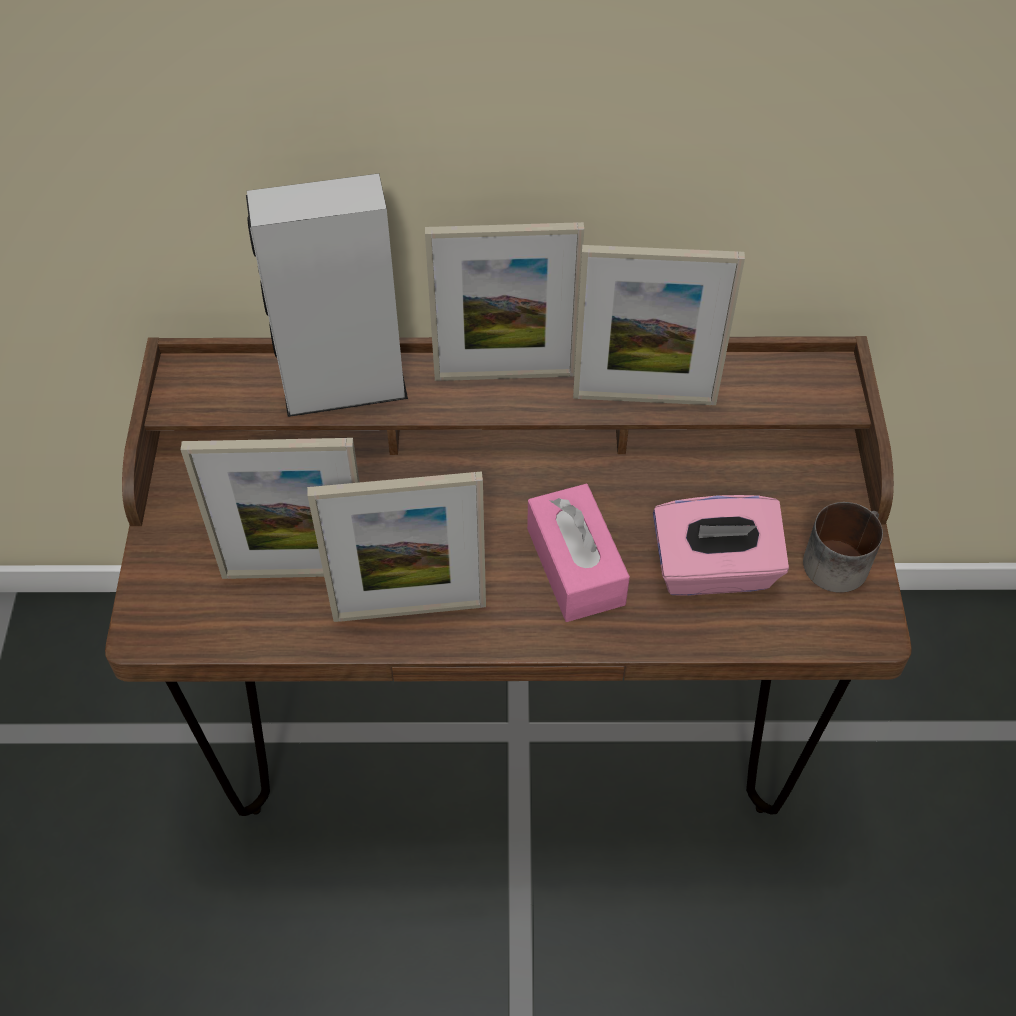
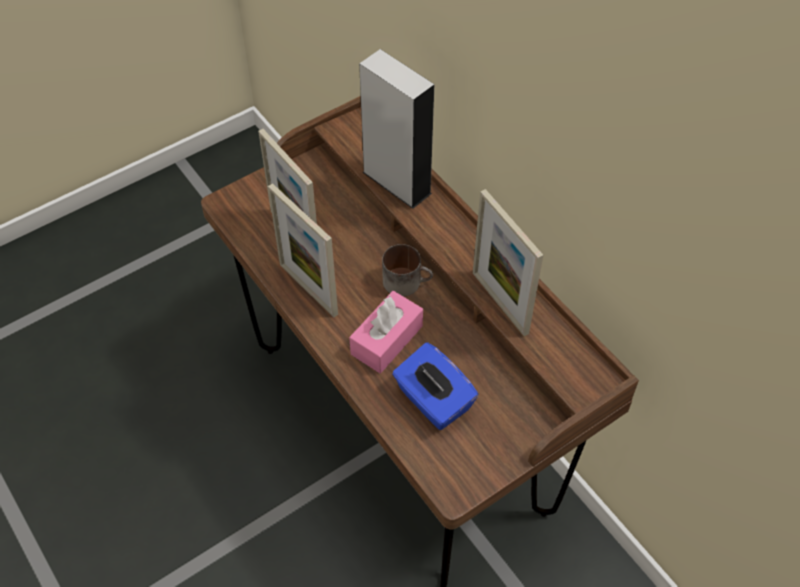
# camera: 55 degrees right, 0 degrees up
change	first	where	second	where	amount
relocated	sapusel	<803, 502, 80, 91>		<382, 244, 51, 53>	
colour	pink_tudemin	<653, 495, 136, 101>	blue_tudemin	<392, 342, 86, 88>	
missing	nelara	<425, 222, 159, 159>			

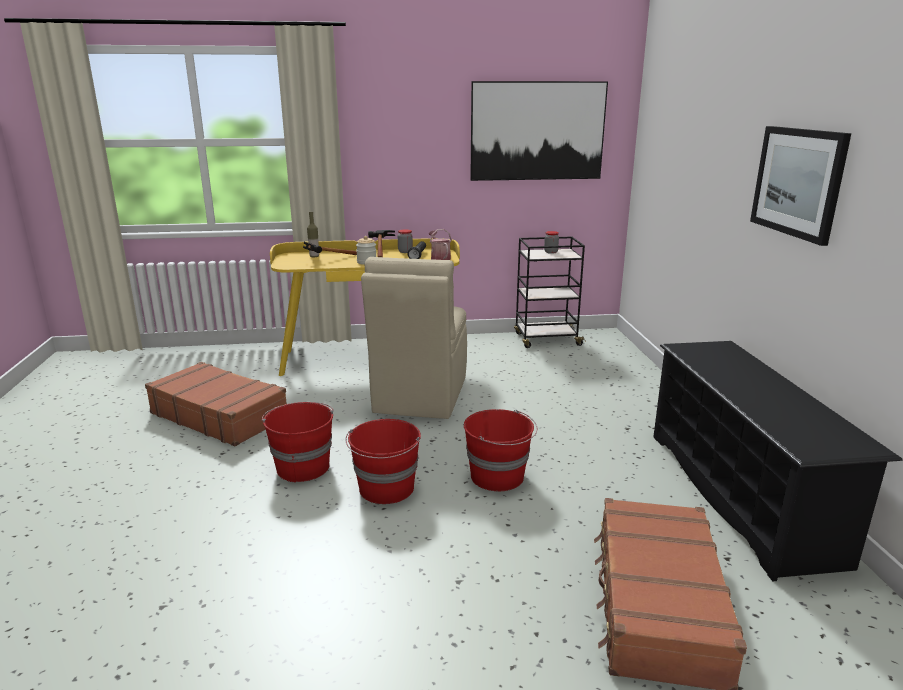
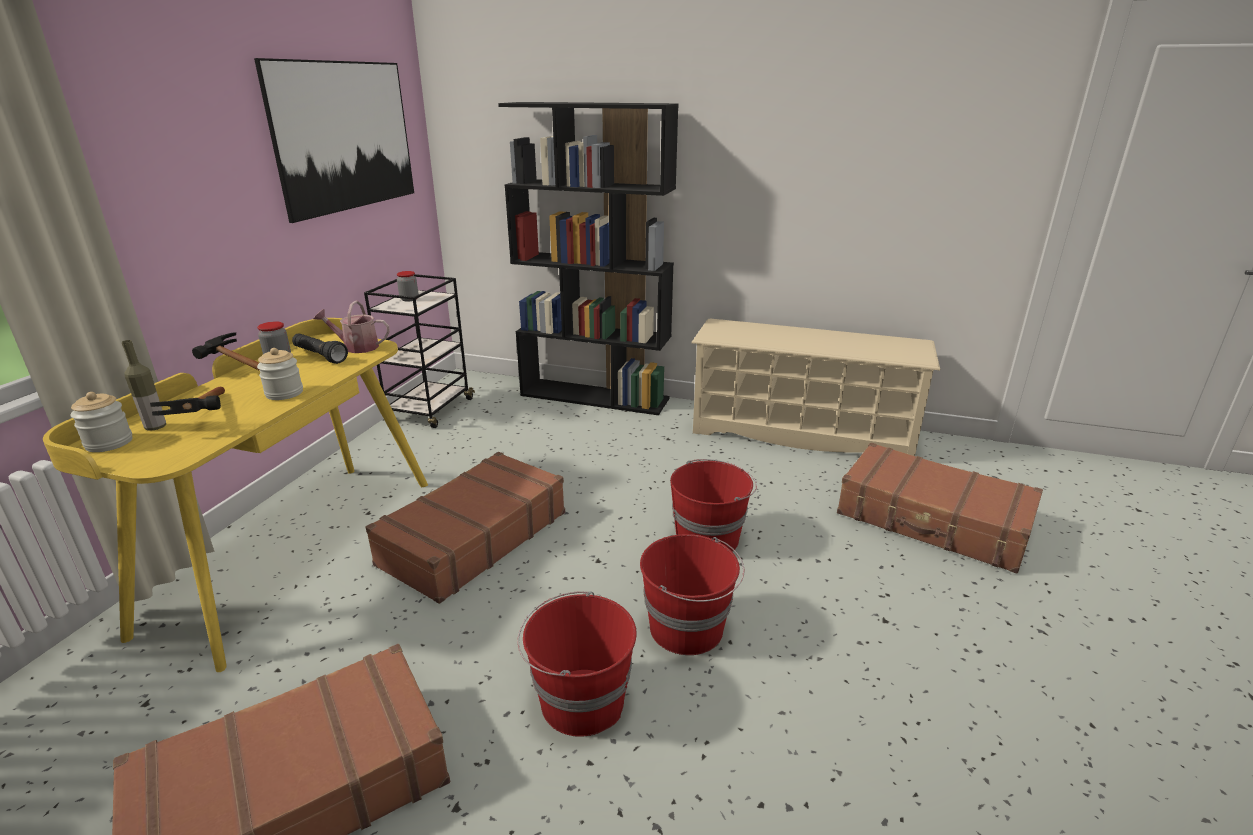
# camera: 65 degrees left, 5 degrees up
change	first	where	second	where	amount
appeared			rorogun	<70, 392, 63, 60>	
exchanged	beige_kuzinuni	<361, 257, 106, 162>	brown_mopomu	<365, 452, 200, 152>	
appeared			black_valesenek	<498, 102, 181, 313>	
colour	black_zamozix	<653, 341, 250, 240>	beige_zamozix	<691, 318, 249, 138>	
missing	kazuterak	<750, 126, 101, 120>			

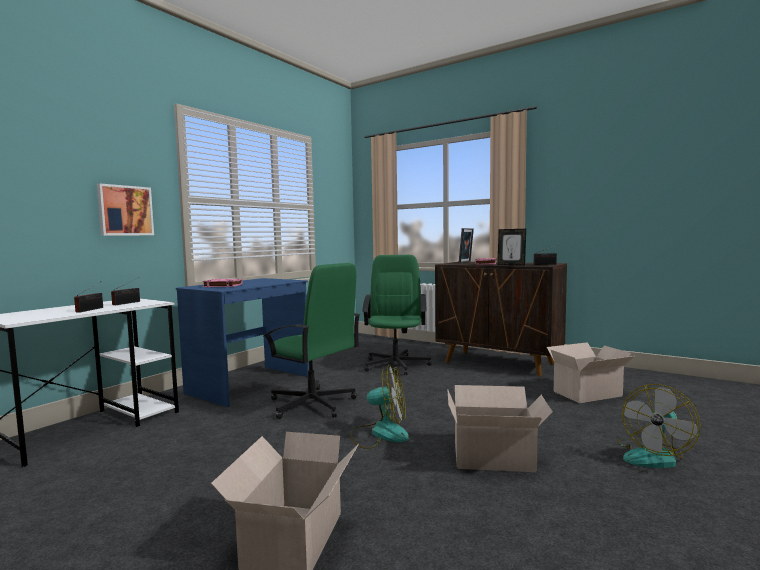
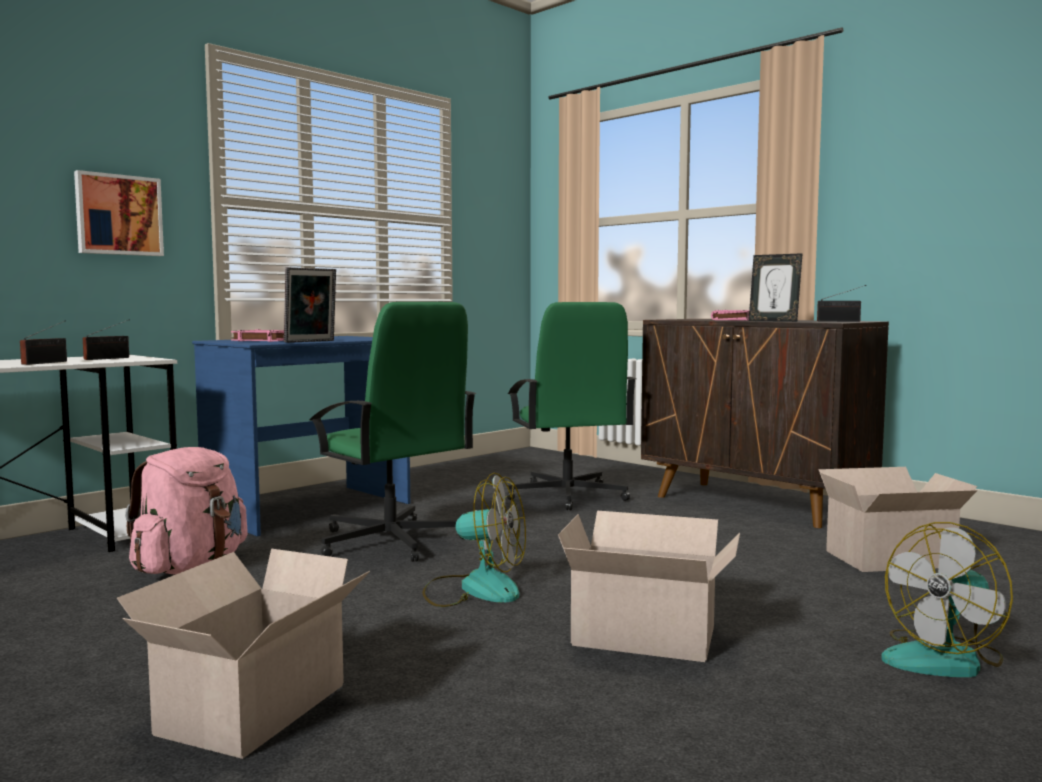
# camera: 10 degrees right, 0 degrees up
change	first	where	second	where	amount
appeared			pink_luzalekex	<125, 447, 123, 127>	
relocated	nelara	<459, 228, 15, 35>		<284, 267, 52, 76>	
spun	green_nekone	<362, 255, 70, 120>		<507, 302, 129, 209>	150 degrees clockwise

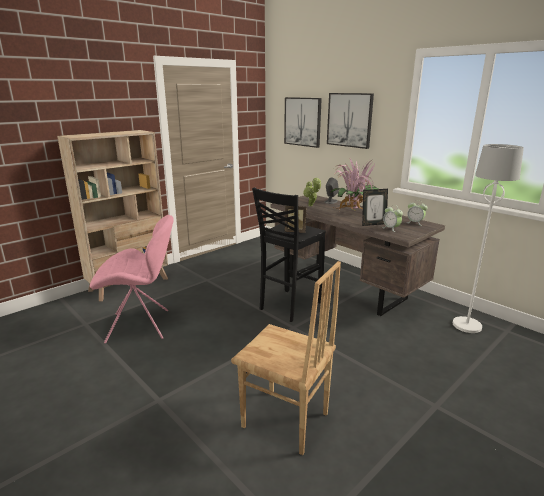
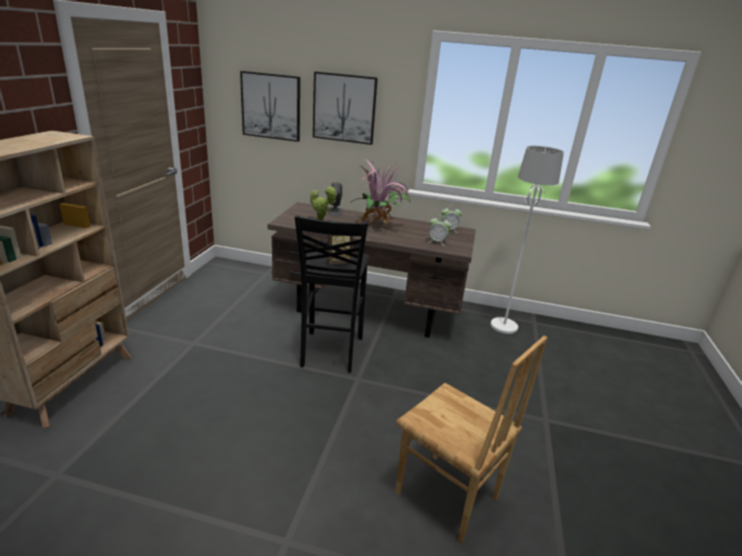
# camera: 35 degrees left, 5 degrees up
change	first	where	second	where	amount
spun	brown_kuzinuni	<231, 261, 110, 194>		<395, 335, 153, 209>	45 degrees clockwise
missing	pink_kuzinuni	<90, 215, 84, 128>			
missing	nelara	<362, 189, 26, 37>			

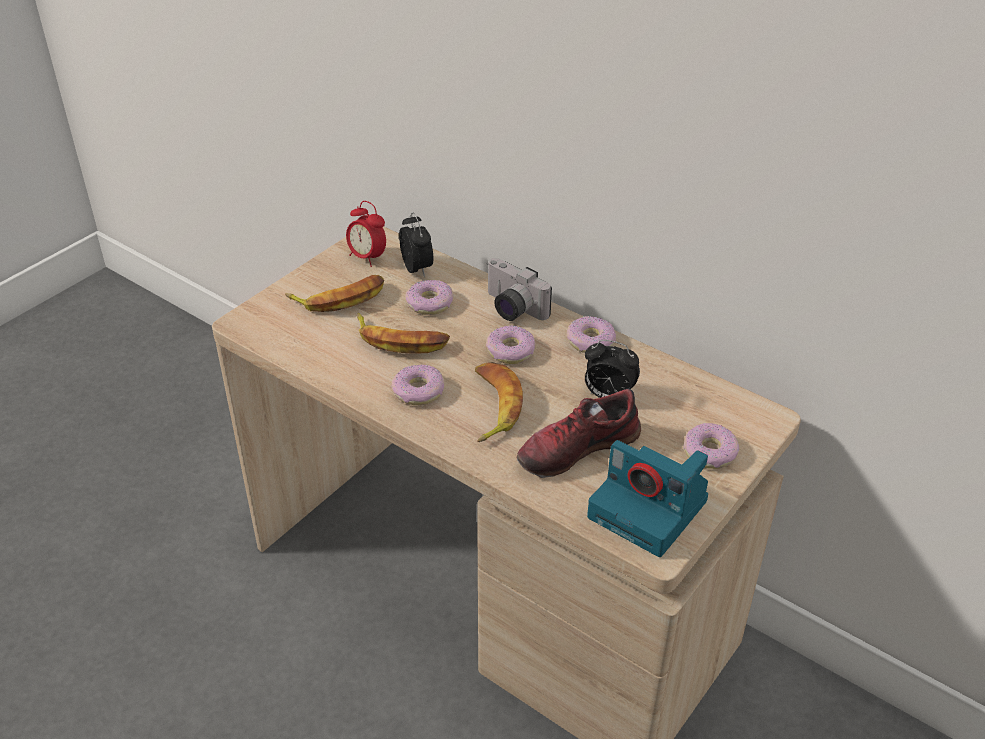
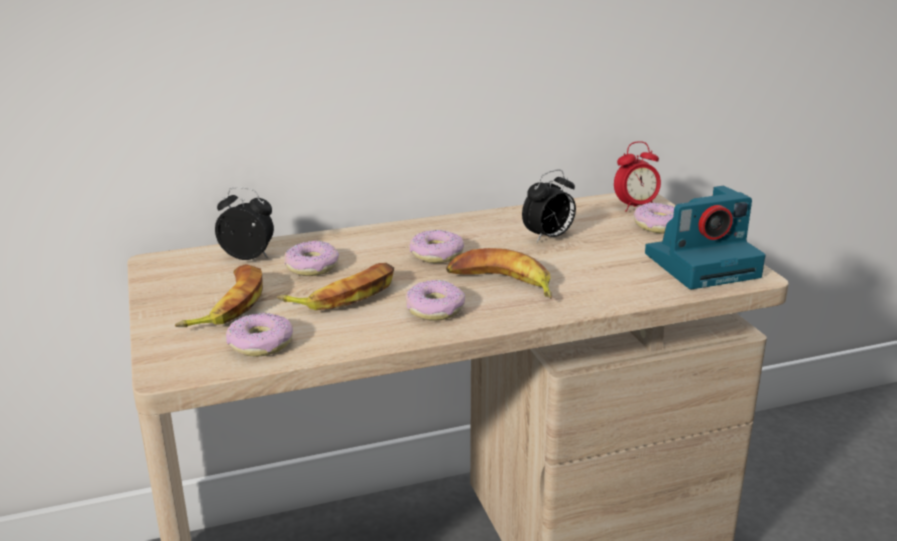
# camera: 55 degrees left, 15 degrees down
change	first	where	second	where	amount
relocated	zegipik	<567, 316, 49, 37>		<226, 312, 67, 45>	
relocated	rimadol	<346, 201, 40, 66>		<614, 141, 47, 71>	
missing	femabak	<487, 258, 65, 63>			
missing	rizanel	<517, 389, 124, 89>			

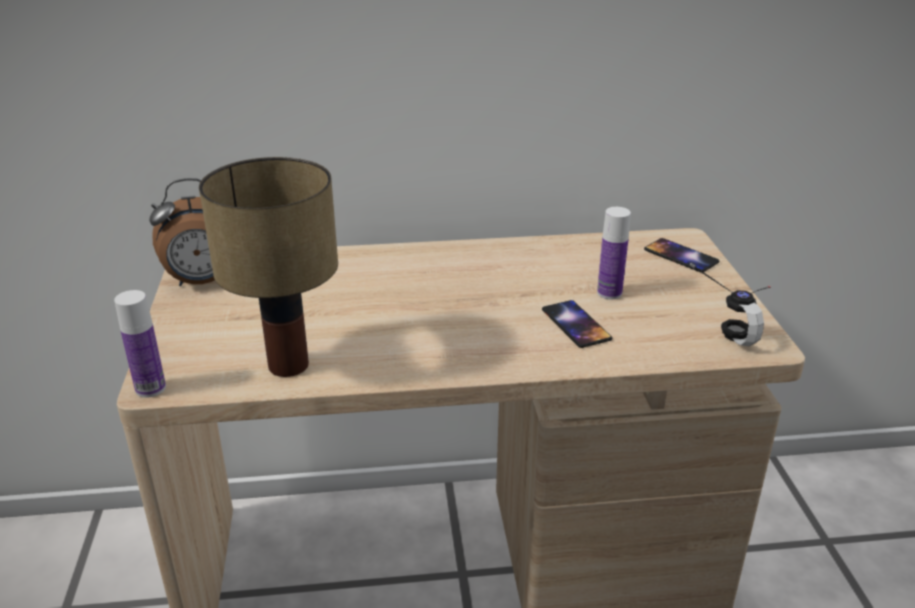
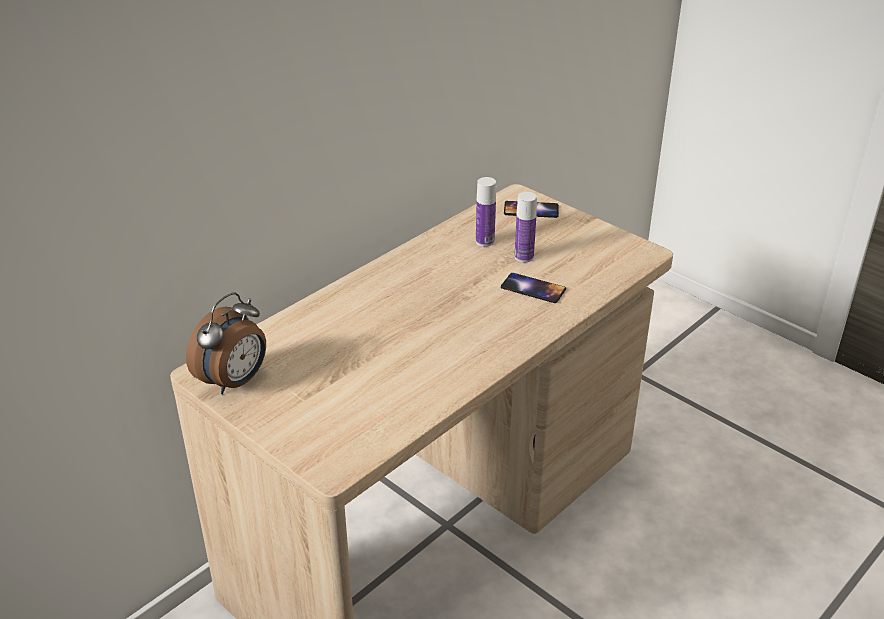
# camera: 40 degrees left, 5 degrees up
change	first	where	second	where	amount
relocated	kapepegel	<114, 290, 52, 108>		<476, 177, 20, 70>	
missing	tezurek	<199, 157, 139, 220>			
missing	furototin	<690, 263, 81, 83>			

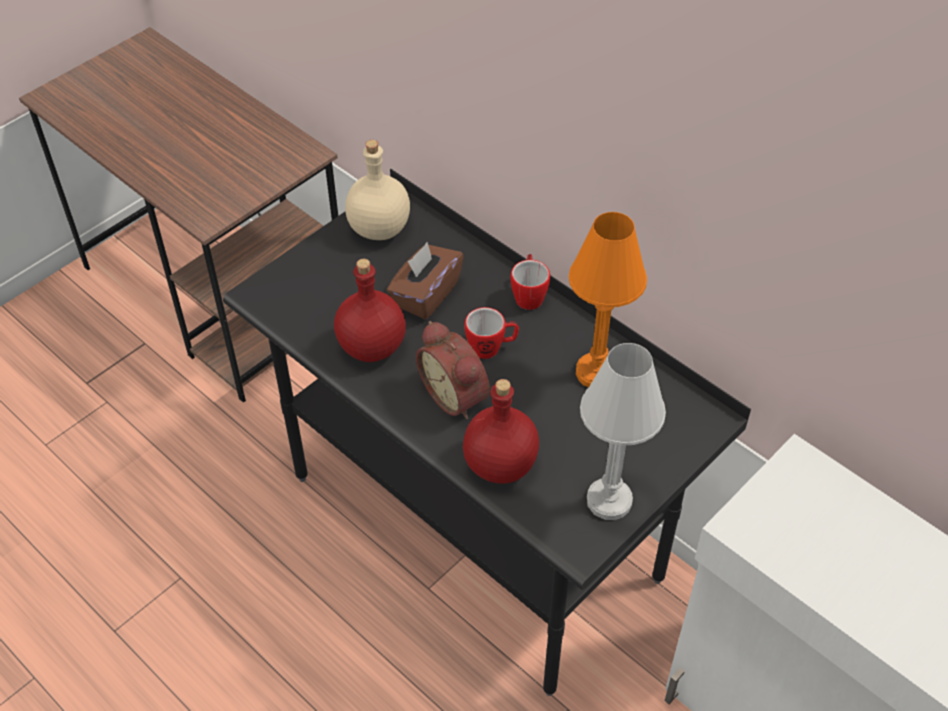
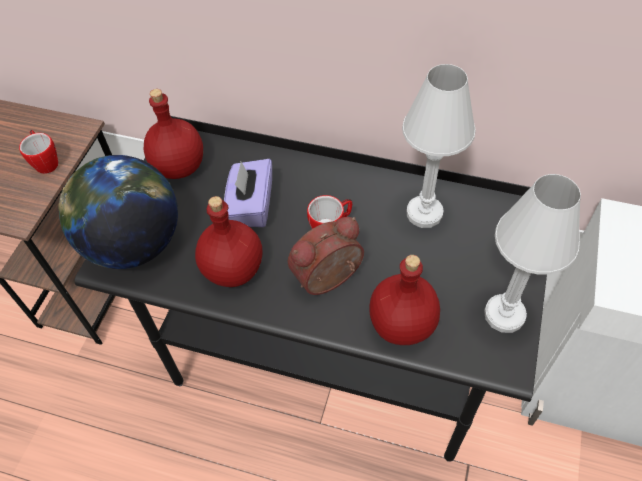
# camera: 25 degrees left, 5 degrees up
change	first	where	second	where	amount
relocated	sapusel	<510, 254, 40, 56>		<19, 130, 39, 44>	
appeared			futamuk	<58, 155, 120, 114>	
colour	beige_kapepegel	<345, 140, 65, 100>	red_kapepegel	<143, 89, 60, 90>	
colour	brown_tudemin	<387, 242, 77, 78>	purple_tudemin	<224, 159, 48, 68>	
spun	rimadol	<416, 321, 74, 98>		<288, 217, 76, 78>	120 degrees clockwise
colour	orange_tezurek	<569, 212, 78, 175>	white_tezurek	<402, 64, 74, 164>	

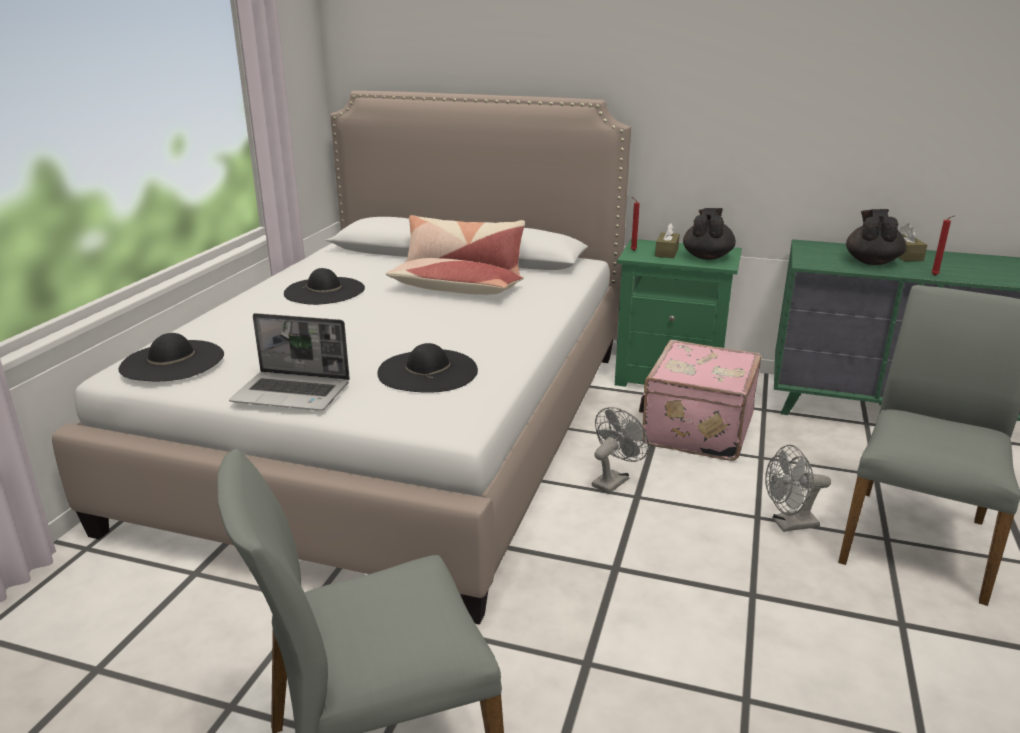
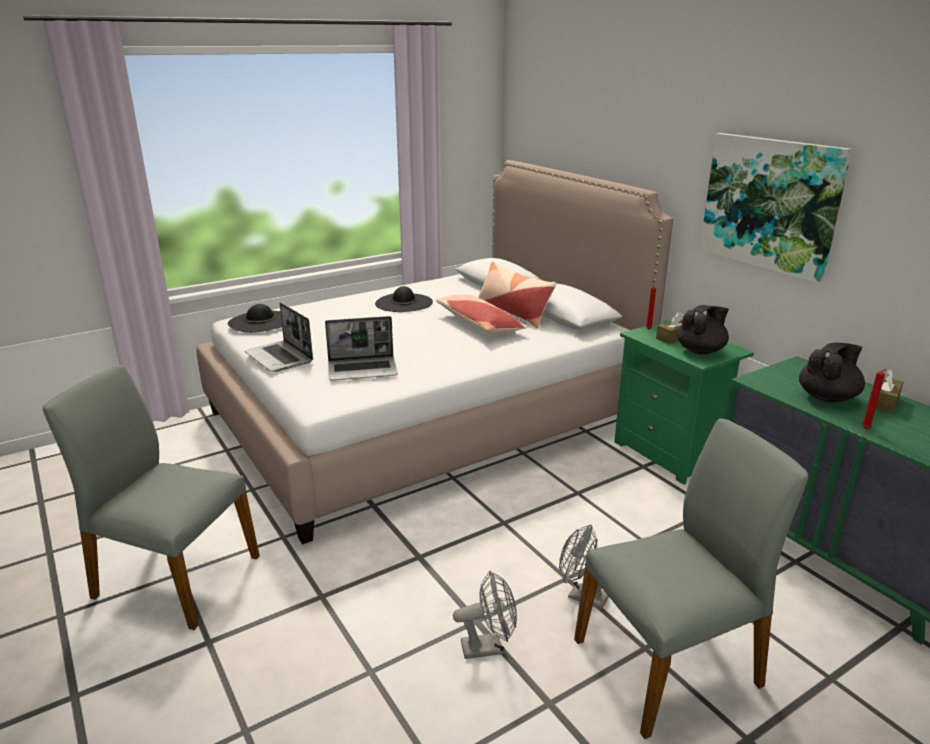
# camera: 40 degrees right, 0 degrees up
change	first	where	second	where	amount
exchanged	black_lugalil	<377, 343, 101, 50>	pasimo	<325, 316, 73, 64>	
relocated	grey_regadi	<592, 407, 57, 87>		<453, 571, 64, 88>	
appeared			kazuterak	<700, 133, 152, 150>	
missing	pink_mopomu	<639, 340, 123, 121>			

